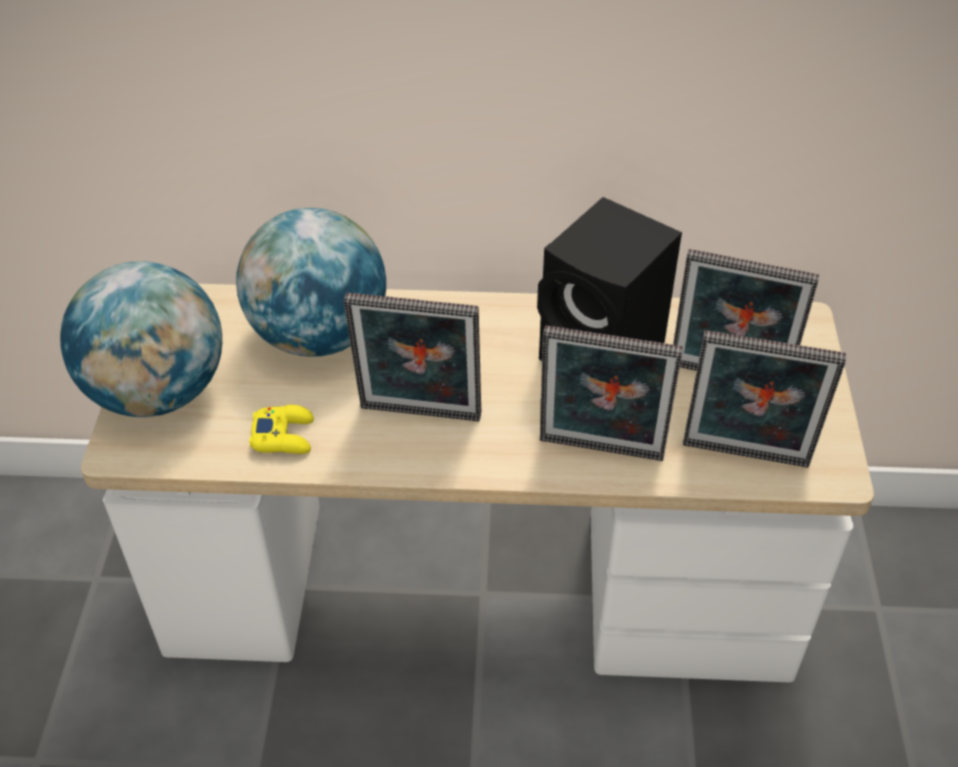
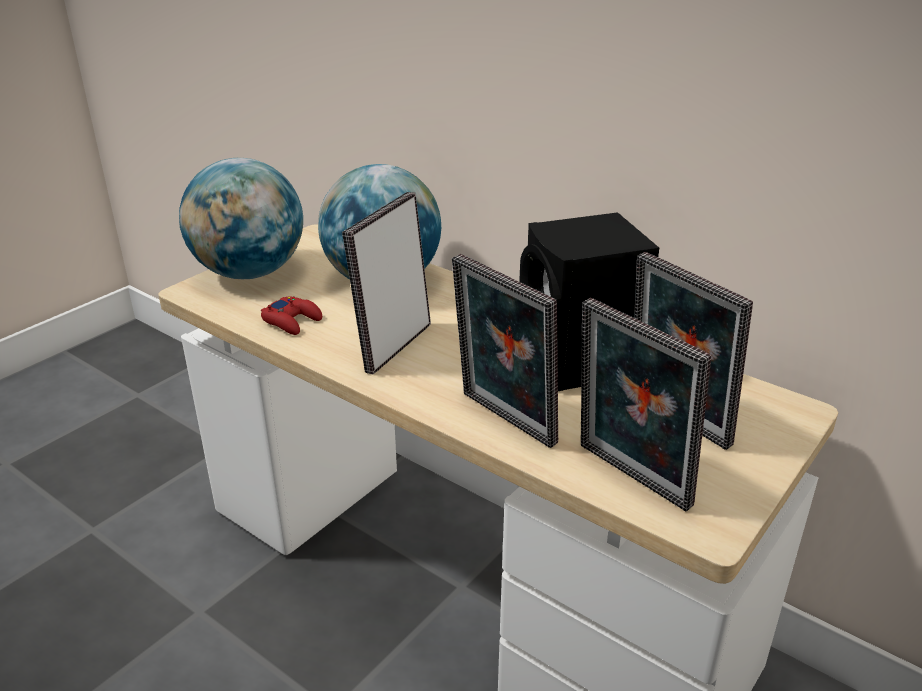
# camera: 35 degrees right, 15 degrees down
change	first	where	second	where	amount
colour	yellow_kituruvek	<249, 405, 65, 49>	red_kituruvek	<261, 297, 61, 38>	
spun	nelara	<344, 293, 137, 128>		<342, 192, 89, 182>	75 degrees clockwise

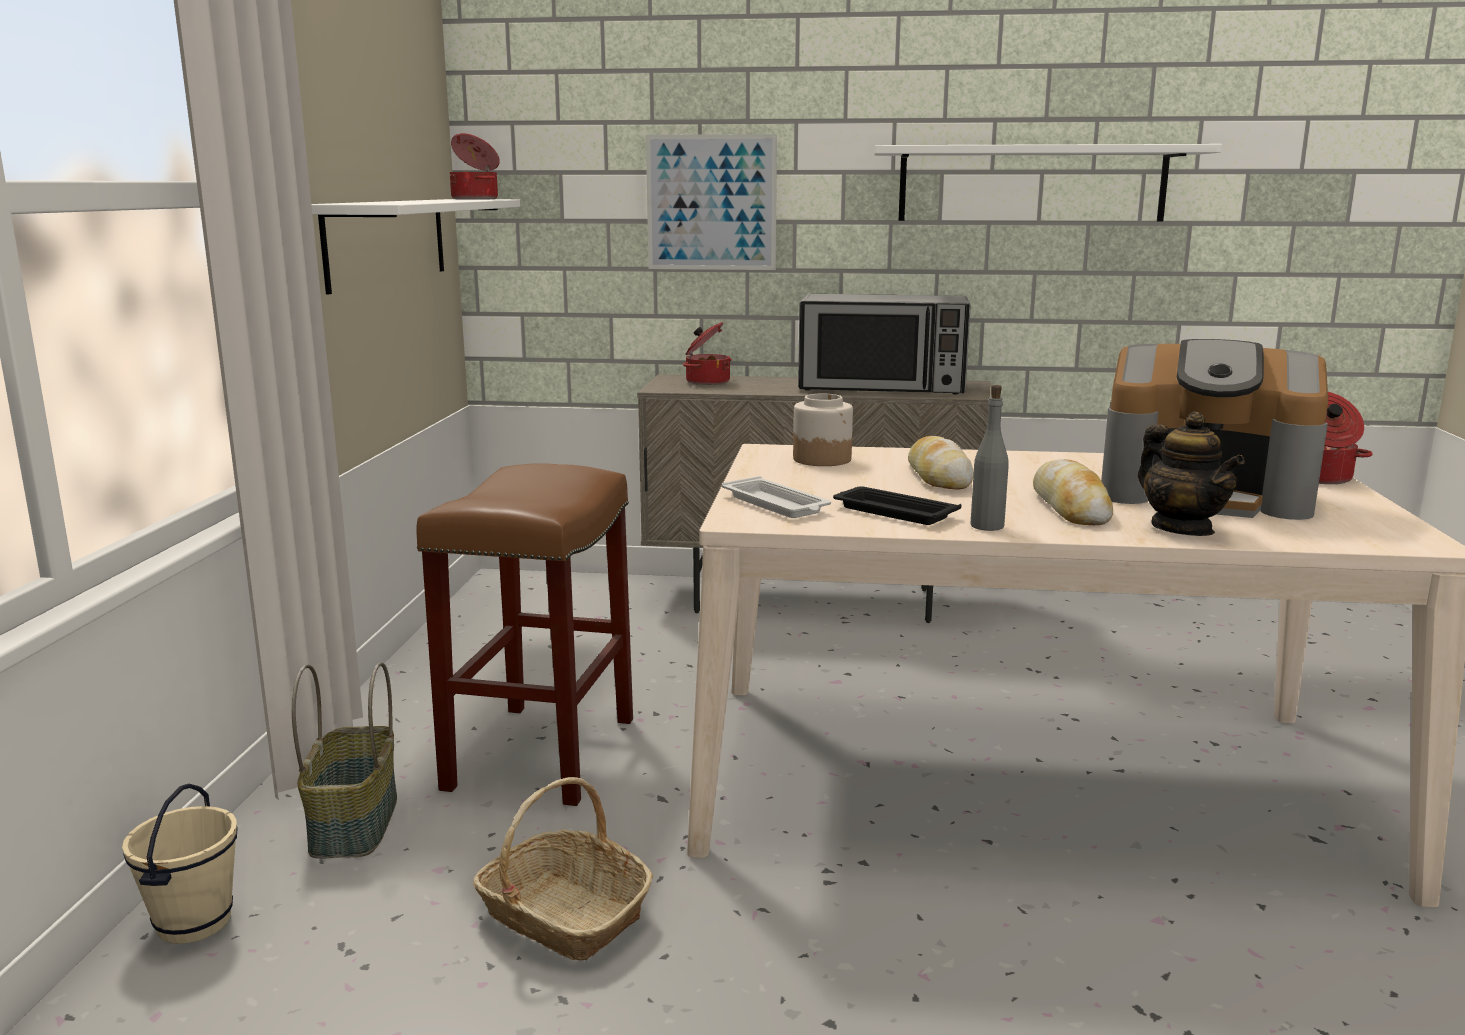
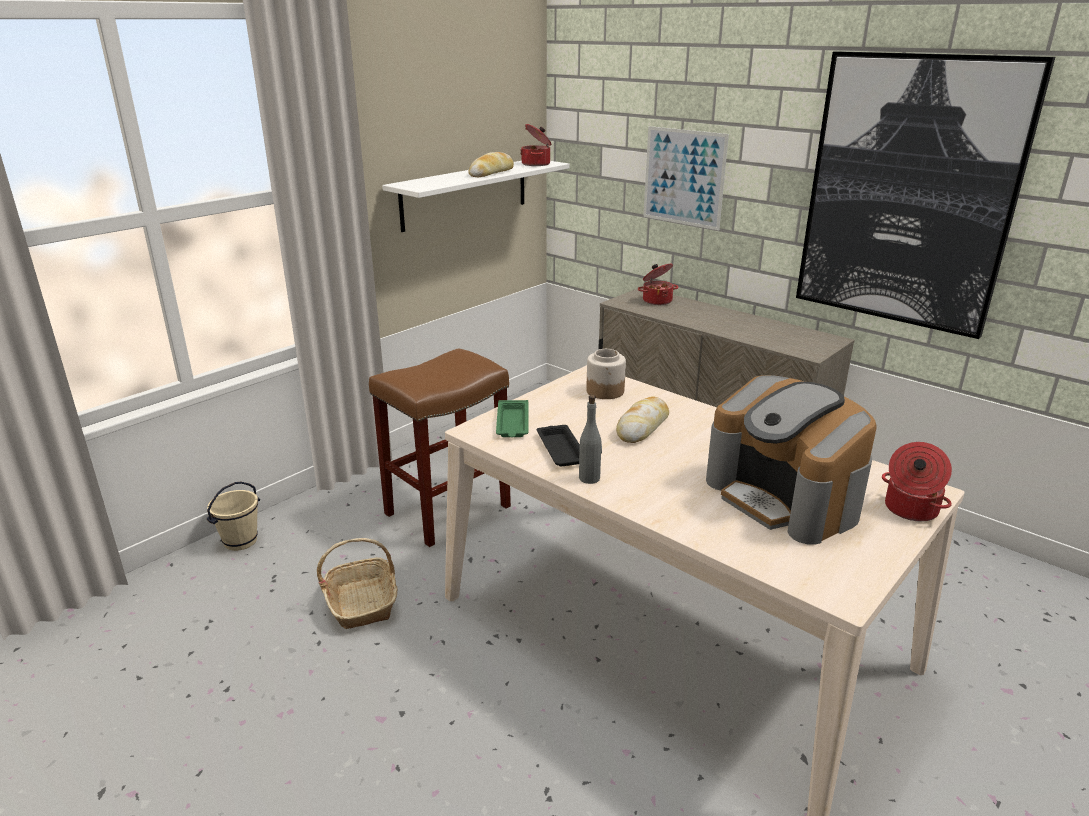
# camera: 35 degrees right, 10 degrees up
change	first	where	second	where	amount
relocated	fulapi	<1033, 459, 80, 66>		<469, 152, 45, 25>	
colour	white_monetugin	<722, 476, 109, 42>	green_monetugin	<496, 400, 33, 37>	
exchanged	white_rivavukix	<874, 144, 348, 78>	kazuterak	<796, 51, 259, 288>	
missing	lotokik	<292, 662, 105, 197>			
missing	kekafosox	<798, 294, 173, 100>			
missing	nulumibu	<1138, 412, 107, 124>			

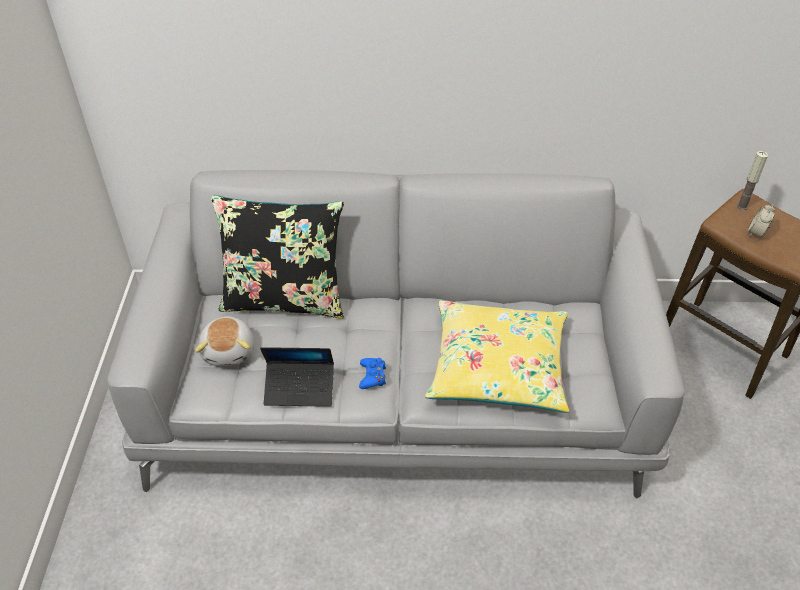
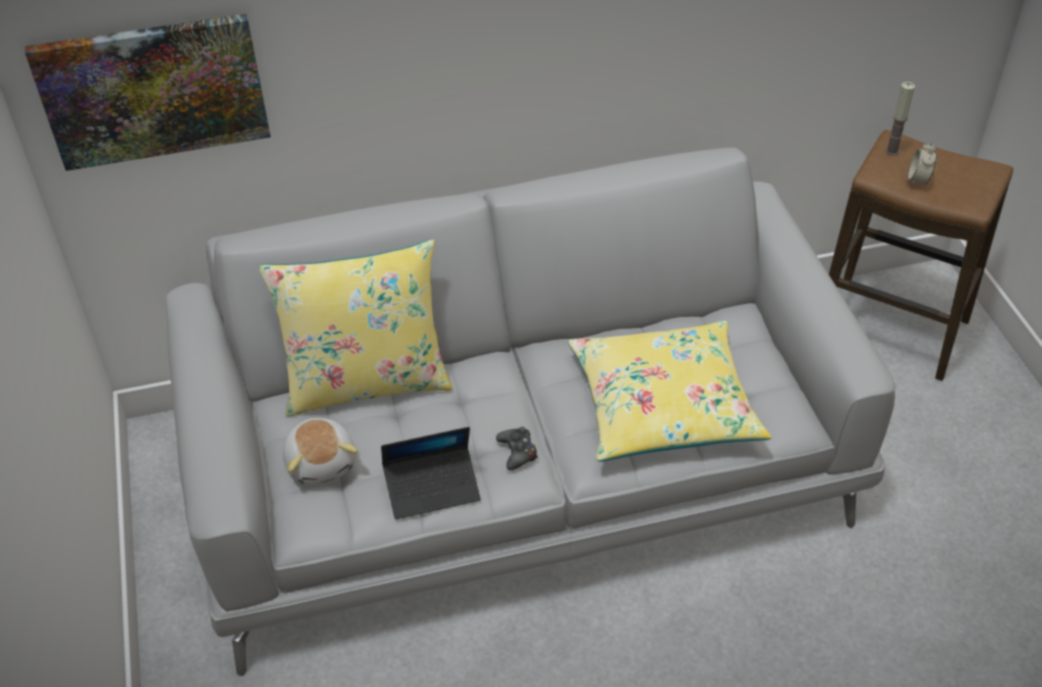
# camera: 15 degrees left, 0 degrees up
change	first	where	second	where	amount
appeared			kazuterak	<25, 14, 246, 157>	
colour	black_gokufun	<211, 195, 133, 124>	yellow_gokufun	<259, 239, 193, 177>	
colour	blue_kituruvek	<359, 358, 27, 31>	black_kituruvek	<496, 427, 42, 43>	

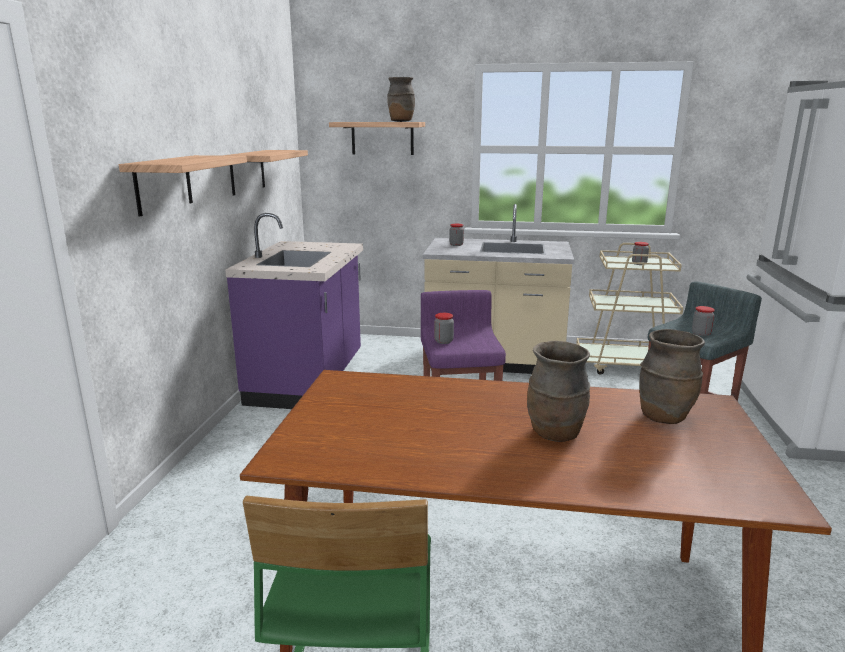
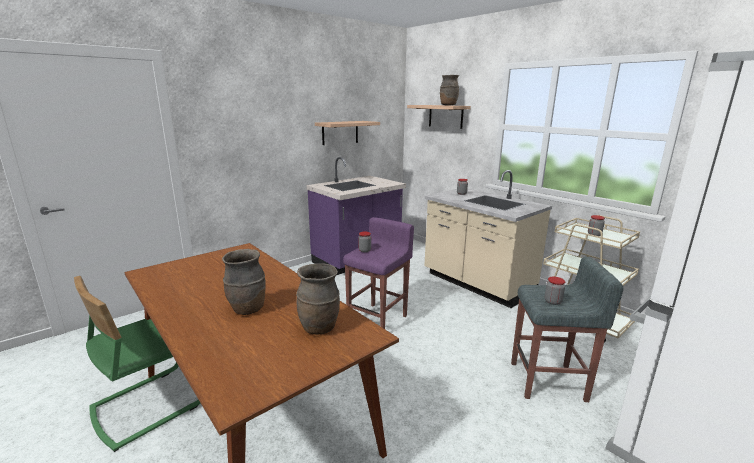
# camera: 40 degrees right, 0 degrees up
change	first	where	second	where	amount
missing	rivavukix	<119, 155, 128, 62>			

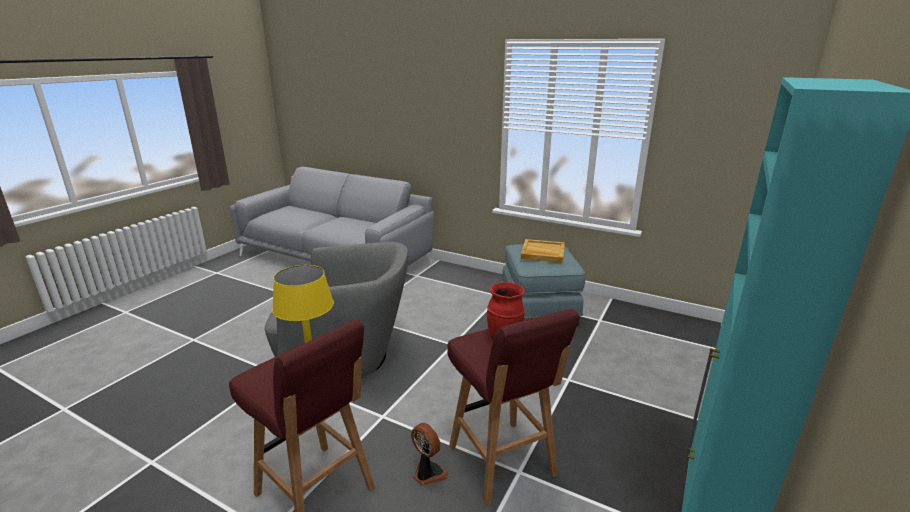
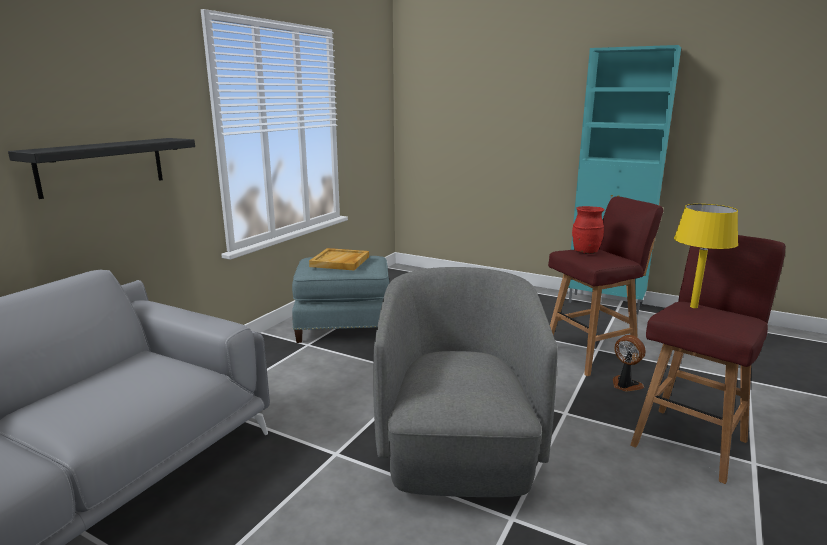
# camera: 90 degrees left, 5 degrees down
change	first	where	second	where	amount
appeared			black_rivavukix	<8, 138, 187, 61>	
spun	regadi	<411, 423, 38, 63>		<613, 335, 33, 57>	90 degrees clockwise

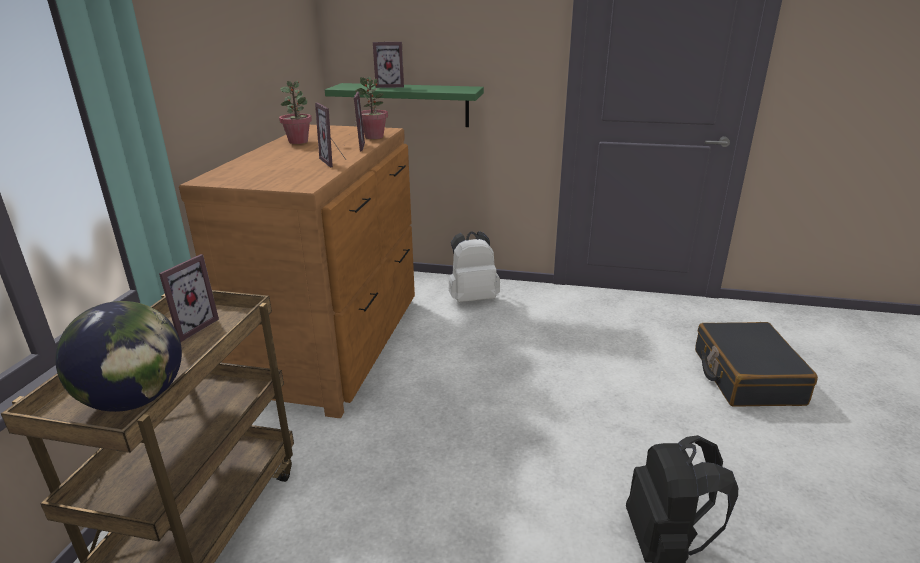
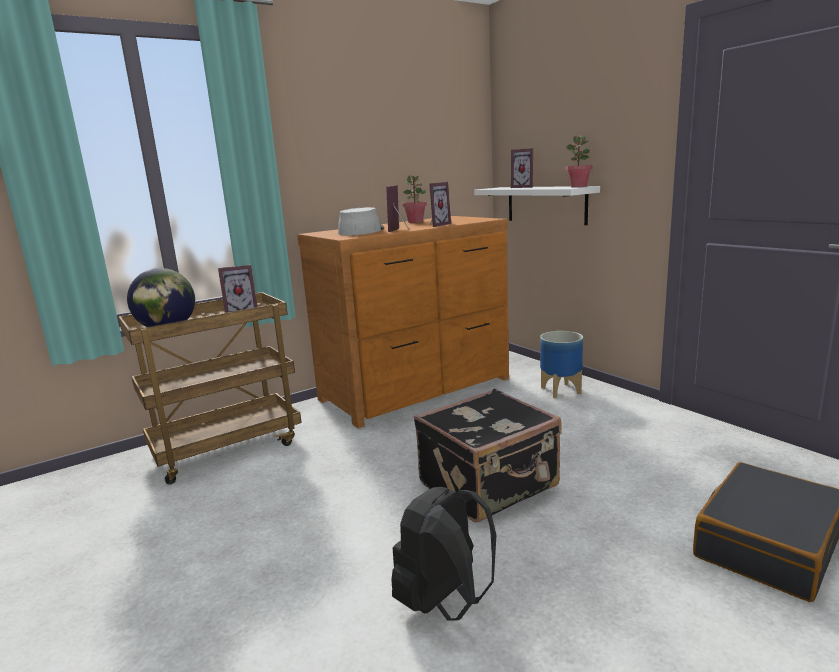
# camera: 45 degrees right, 10 degrees down
change	first	where	second	where	amount
appeared			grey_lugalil	<338, 207, 46, 28>	
appeared			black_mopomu	<414, 389, 148, 133>	
colour	green_rivavukix	<325, 83, 159, 44>	white_rivavukix	<474, 186, 126, 39>	
exchanged	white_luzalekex	<448, 231, 52, 71>	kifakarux	<540, 331, 43, 67>	
relocated	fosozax	<355, 77, 33, 62>		<566, 135, 27, 52>	

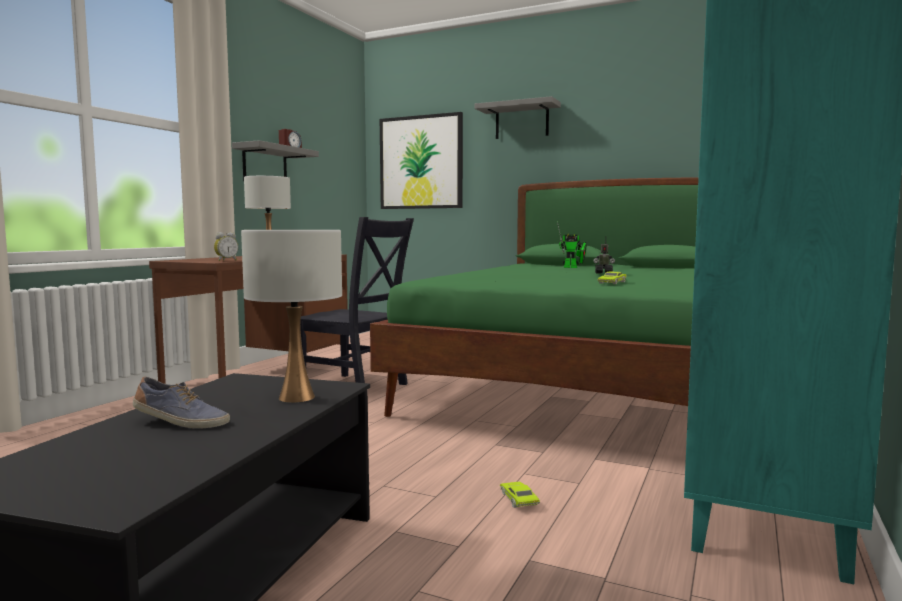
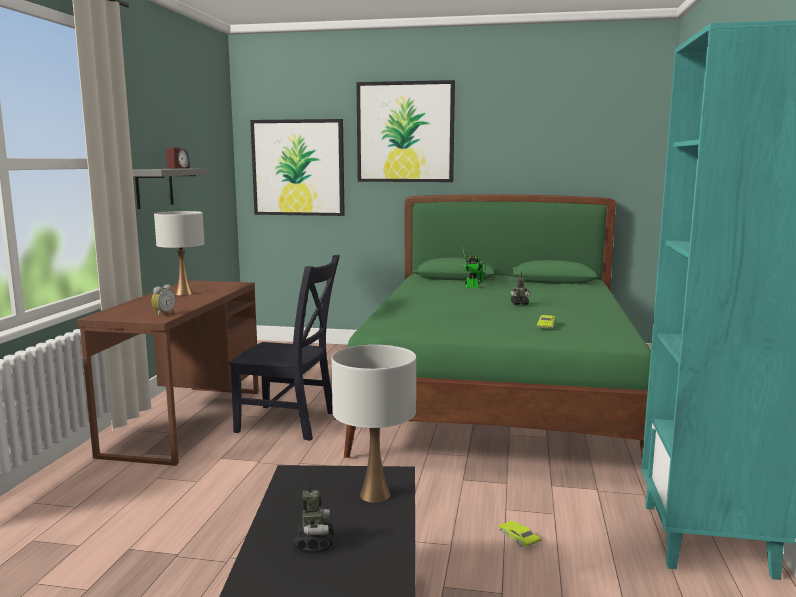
# camera: 15 degrees left, 5 degrees up
change	first	where	second	where	amount
exchanged	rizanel	<133, 377, 97, 52>	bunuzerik	<294, 478, 40, 73>	
exchanged	grey_rivavukix	<474, 96, 87, 43>	kazuterak	<356, 80, 99, 102>	

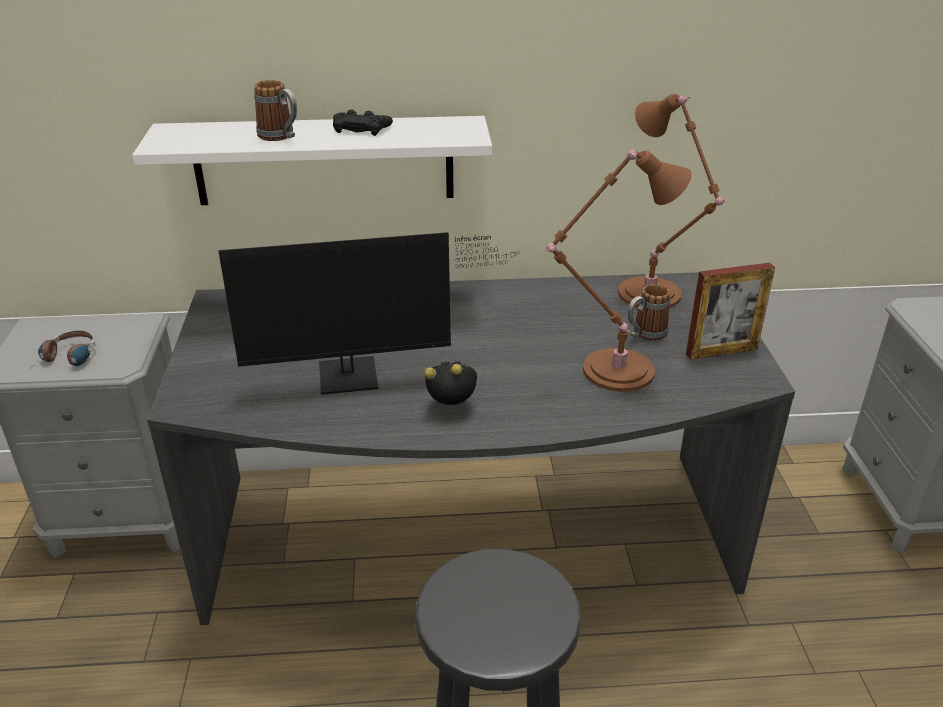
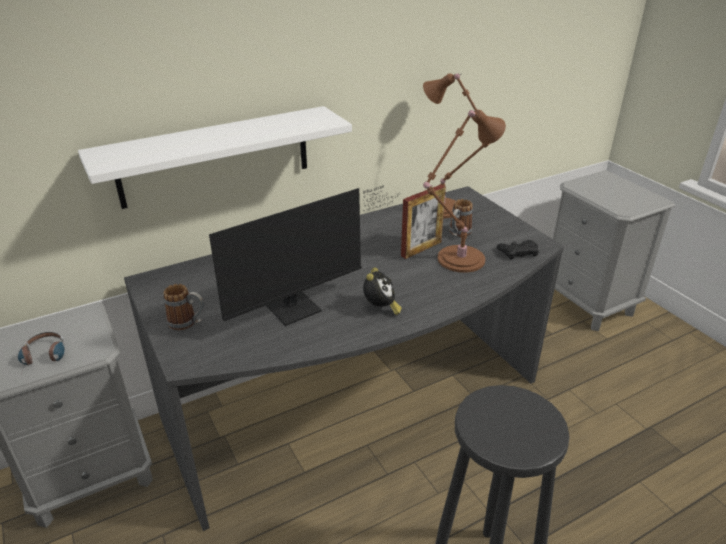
# camera: 25 degrees left, 0 degrees up
change	first	where	second	where	amount
relocated	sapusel	<254, 80, 43, 61>		<164, 284, 40, 46>	
spun	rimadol	<424, 361, 53, 44>		<363, 268, 39, 47>	120 degrees clockwise
relocated	nelara	<686, 263, 89, 97>		<401, 185, 45, 74>	
relocated	black_kituruvek	<333, 109, 60, 27>		<497, 240, 42, 20>	

